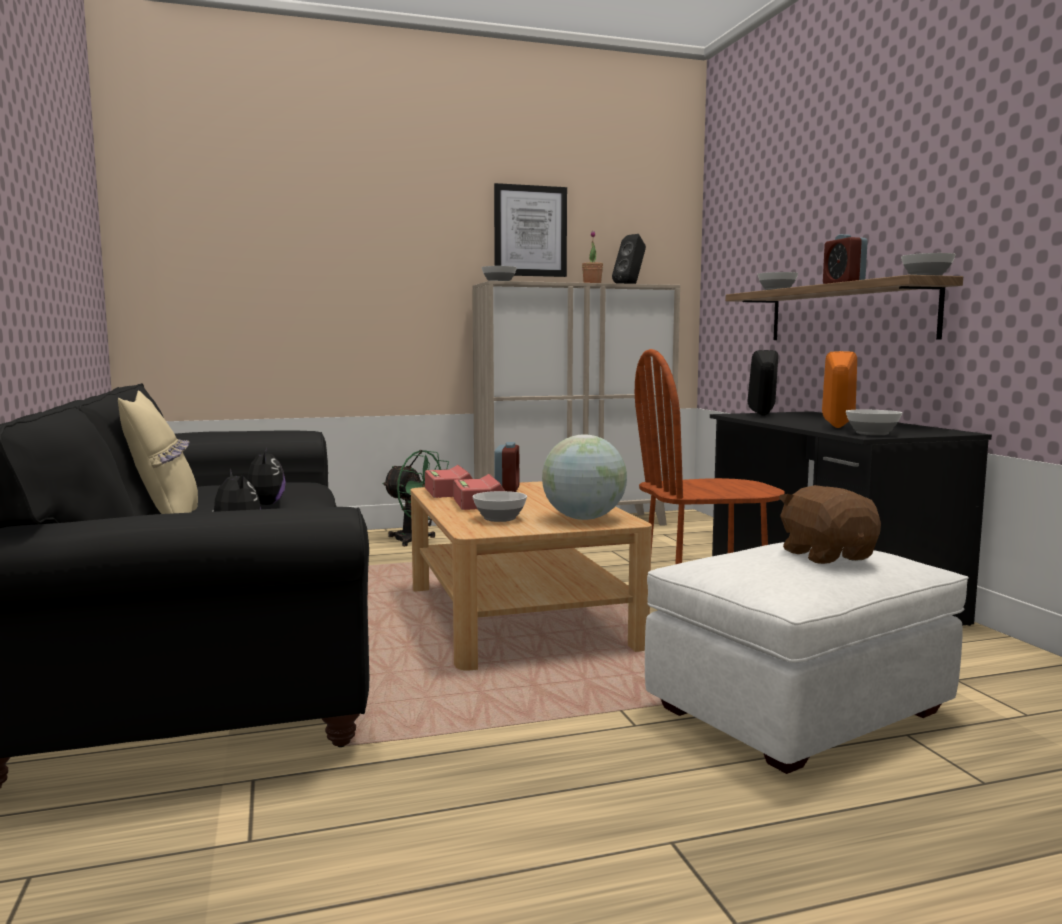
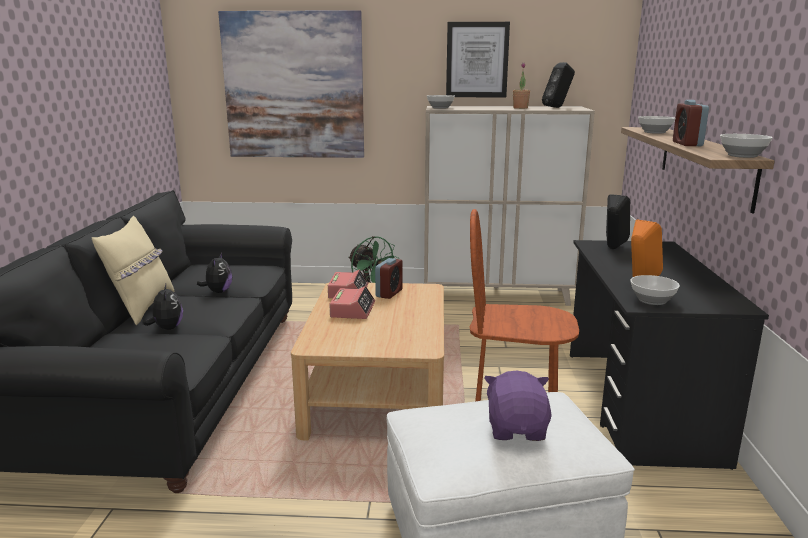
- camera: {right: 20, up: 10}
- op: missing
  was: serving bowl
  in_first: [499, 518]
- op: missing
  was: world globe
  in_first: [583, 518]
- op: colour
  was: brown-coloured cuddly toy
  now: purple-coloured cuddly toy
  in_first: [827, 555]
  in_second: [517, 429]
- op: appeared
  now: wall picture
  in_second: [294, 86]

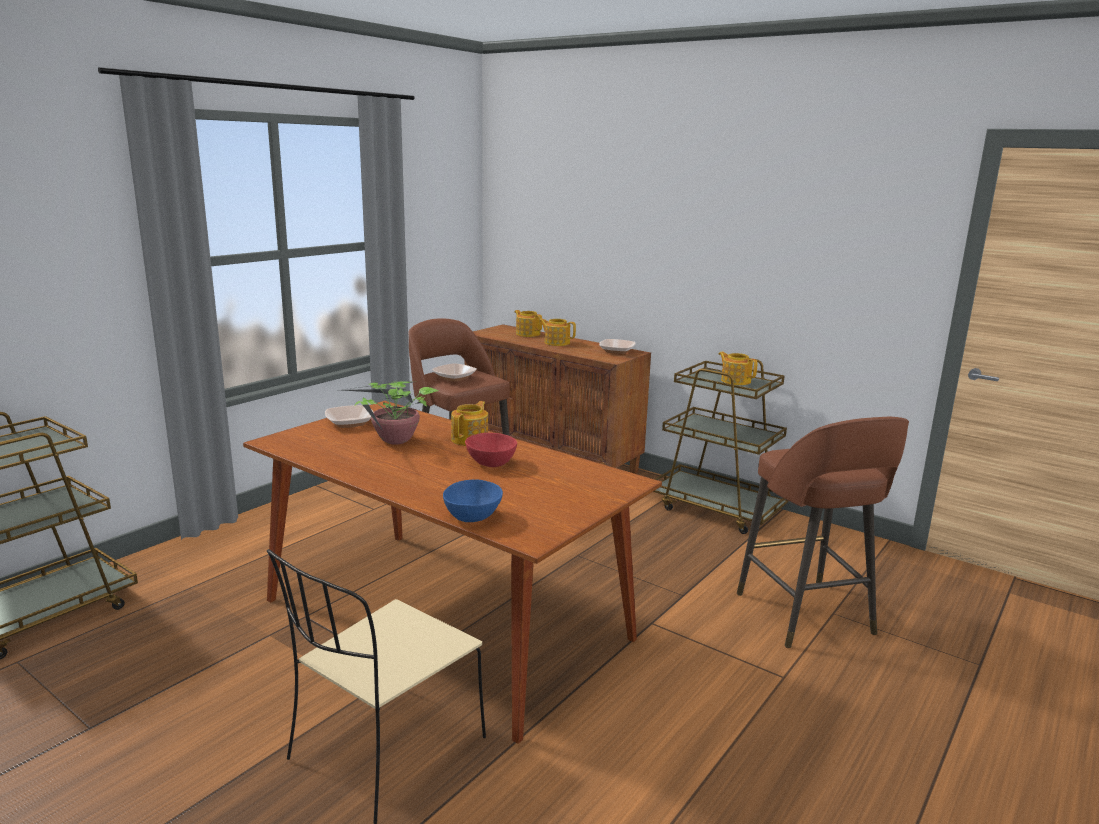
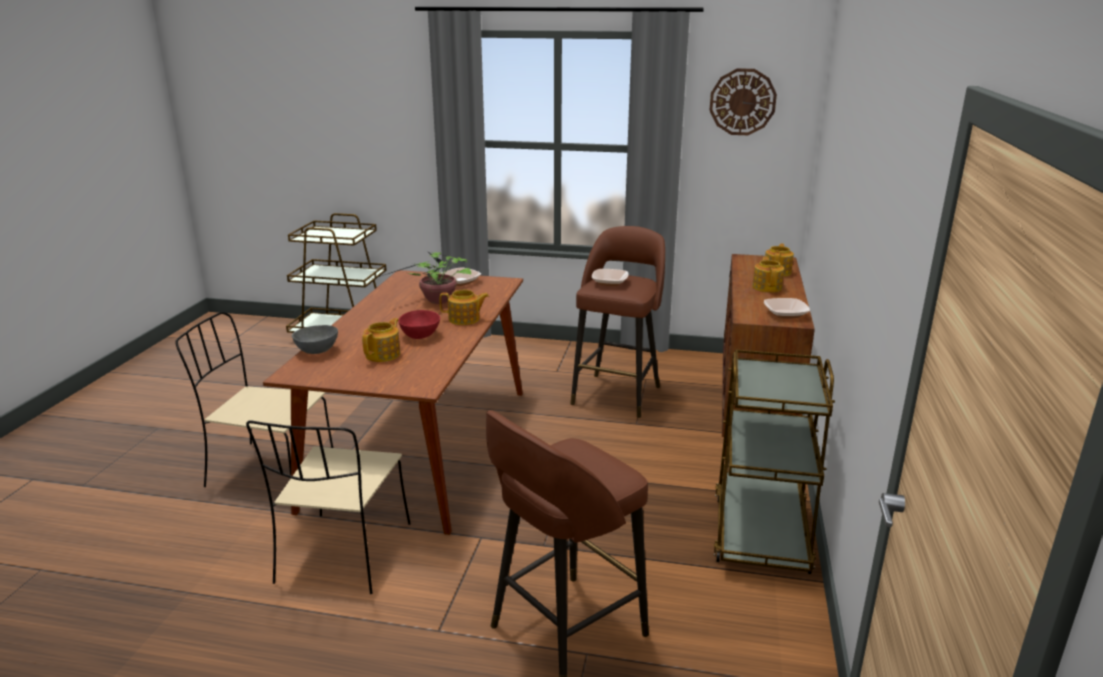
- camera: {right: 65, up: 5}
- op: colour
  was: bluish serving bowl
  now: greyish serving bowl
  in_first: [473, 517]
  in_second: [318, 351]
- op: relocated
  was: tea pot
  in_first: [735, 381]
  in_second: [384, 354]
- op: appeared
  now: beige upright chair
  in_second: [343, 555]
- op: appeared
  now: hanging clock
  in_second: [742, 102]

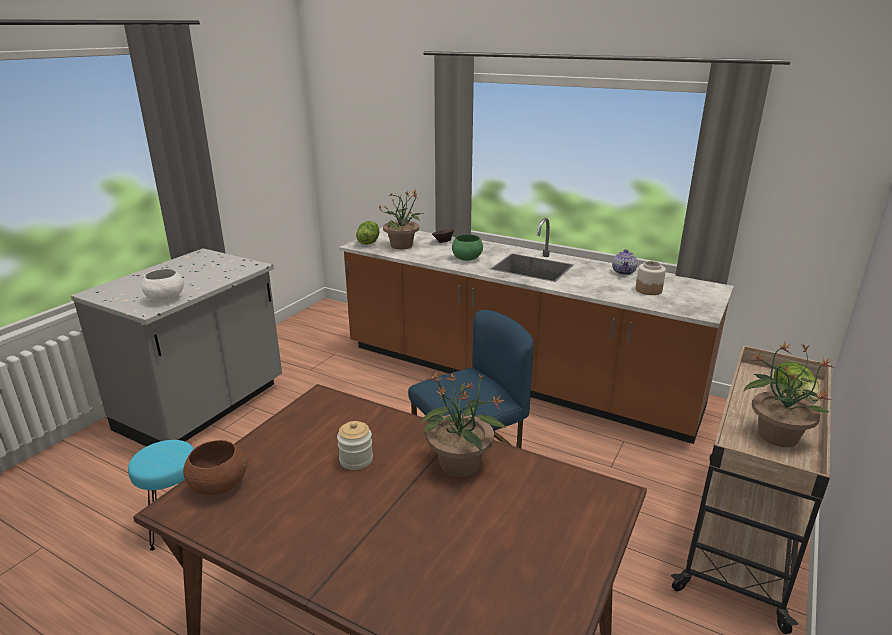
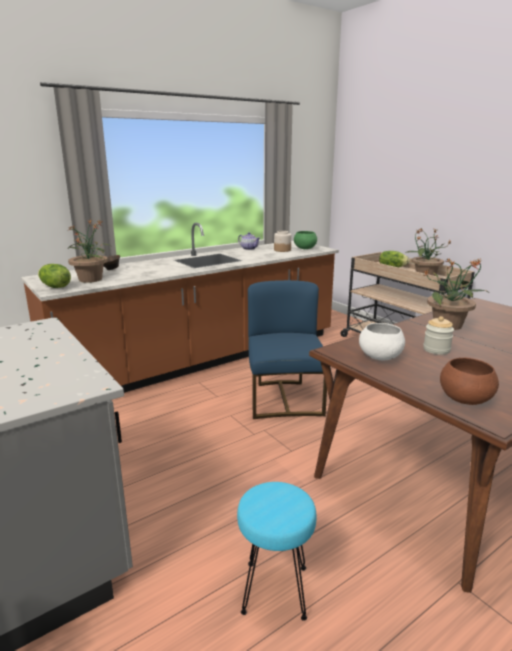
- camera: {right: -65, up: -5}
- op: relocated
  was: white-coloured serving bowl
  in_first: [165, 299]
  in_second: [380, 357]
- op: relocated
  was: greenish serving bowl
  in_first: [466, 259]
  in_second: [305, 248]

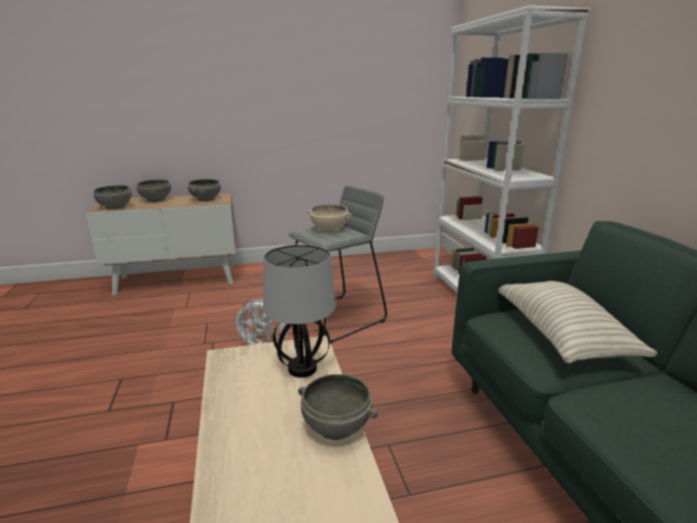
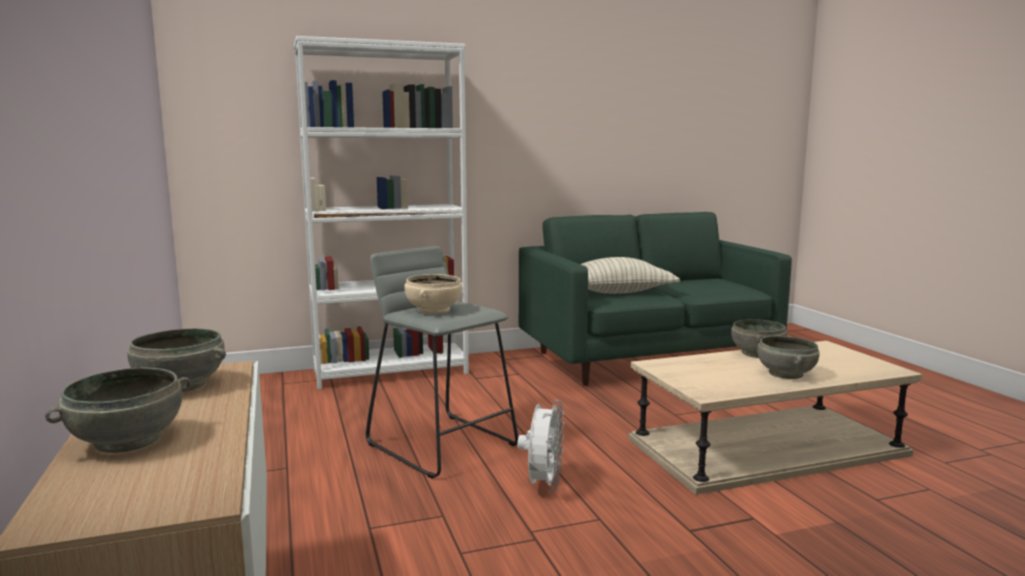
- camera: {right: -95, up: -10}
- op: relocated
  was: greyish serving bowl
  in_first: [116, 207]
  in_second: [785, 374]
- op: missing
  was: tabletop lamp
  in_first: [301, 368]

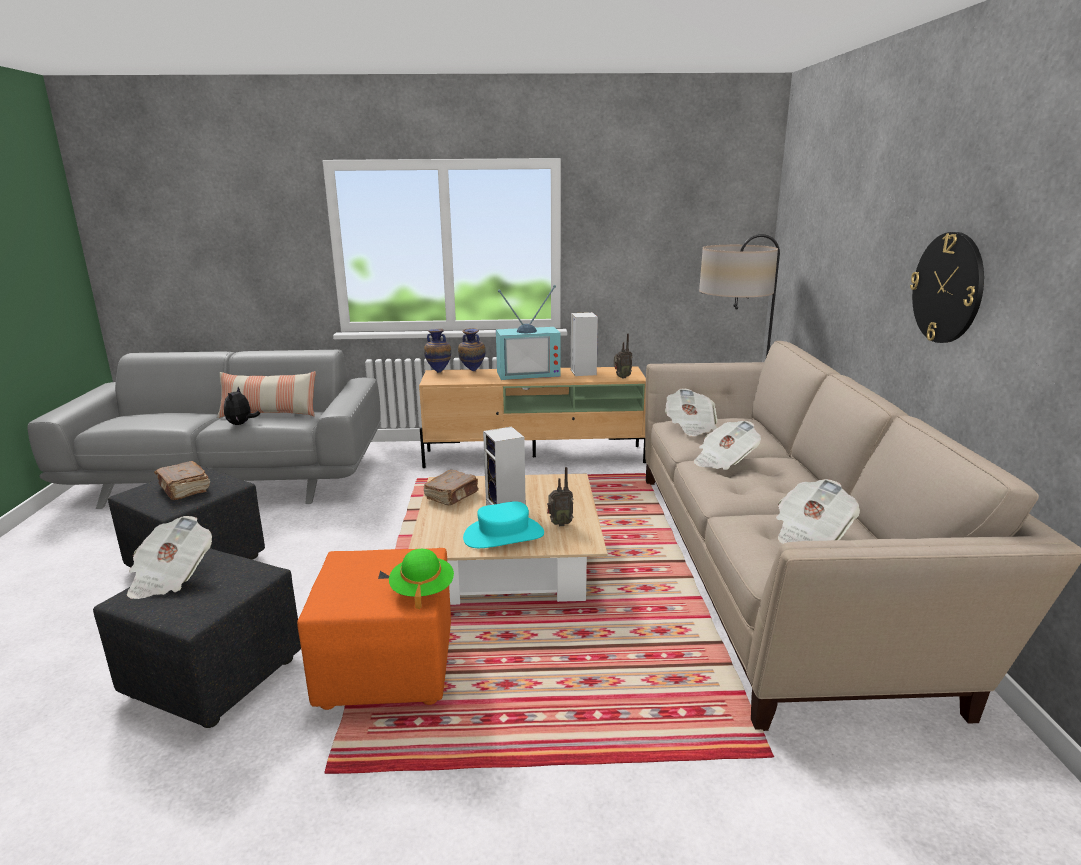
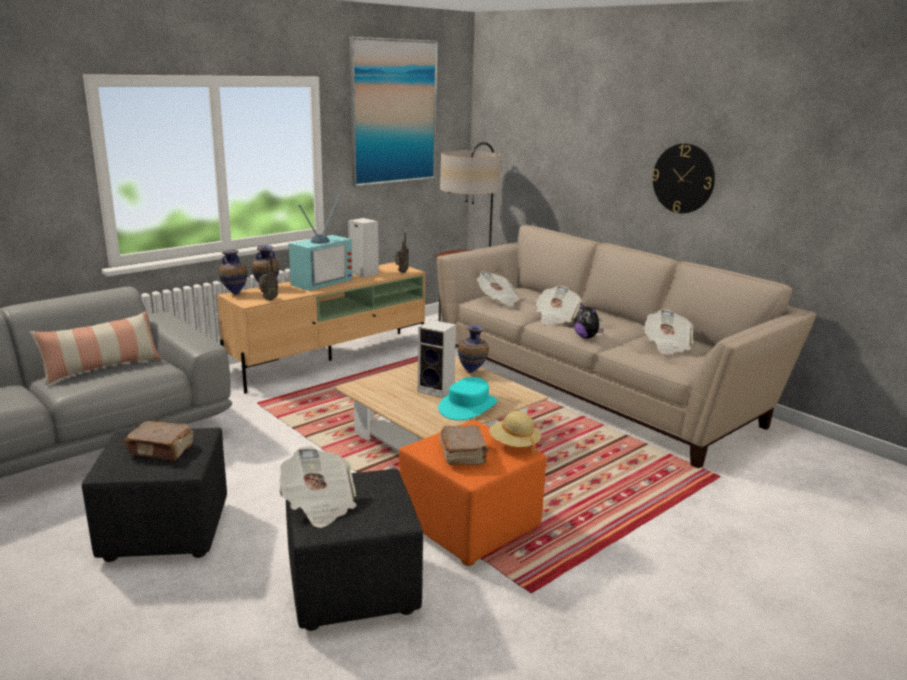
- camera: {right: -40, up: 0}
- op: relocated
  was: cuddly toy
  in_first: [241, 424]
  in_second: [586, 337]
- op: colour
  was: greenish clothing hat
  now: beige clothing hat
  in_first: [422, 590]
  in_second: [514, 445]
- op: relocated
  was: brown-coloured book
  in_first: [452, 496]
  in_second: [463, 454]
- op: relocated
  was: radio
  in_first: [559, 524]
  in_second: [268, 299]
- op: appeared
  now: wall picture
  in_second: [393, 112]
- op: appeared
  now: flower vase
  in_second: [472, 372]

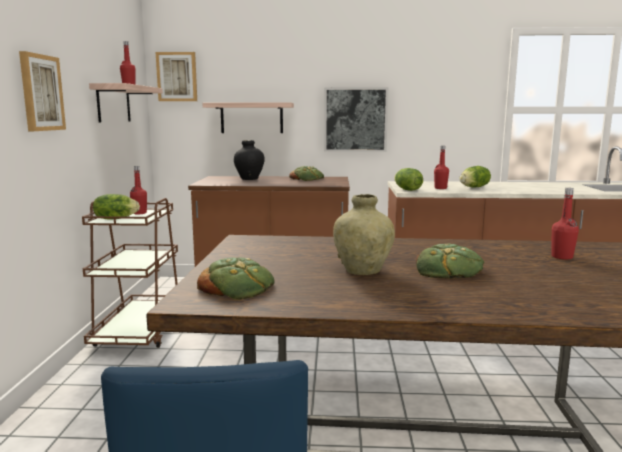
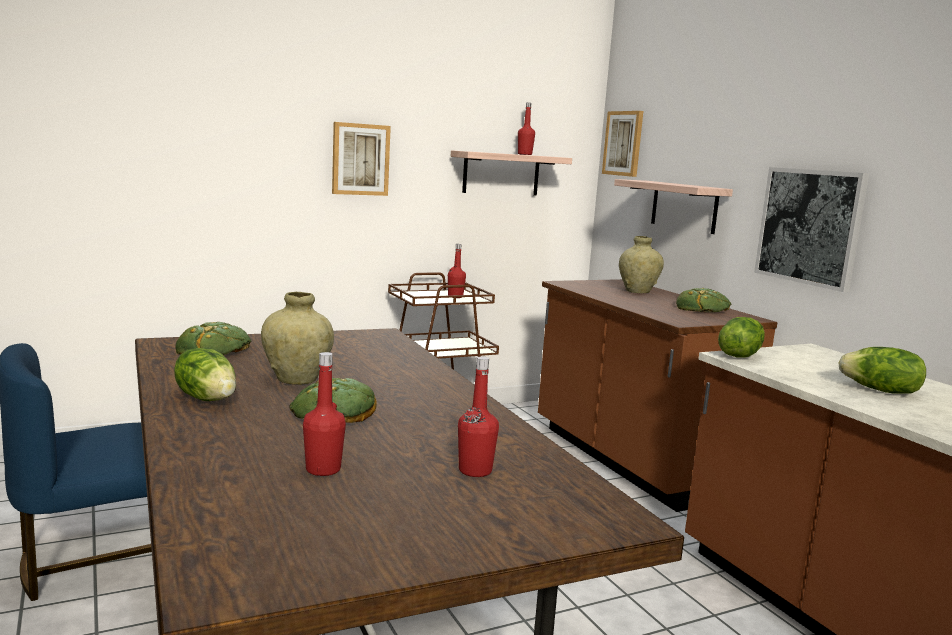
- camera: {right: 60, up: 0}
- op: relocated
  was: lettuce head
  in_first: [115, 219]
  in_second: [208, 398]
- op: colour
  was: black flower vase
  now: beige flower vase
  in_first: [249, 179]
  in_second: [638, 291]
- op: relocated
  was: red beverage bottle
  in_first: [440, 188]
  in_second: [323, 469]

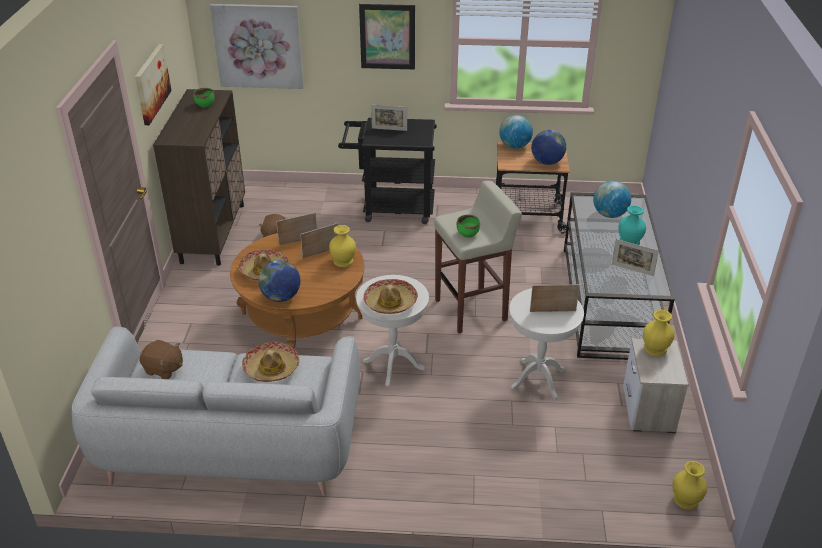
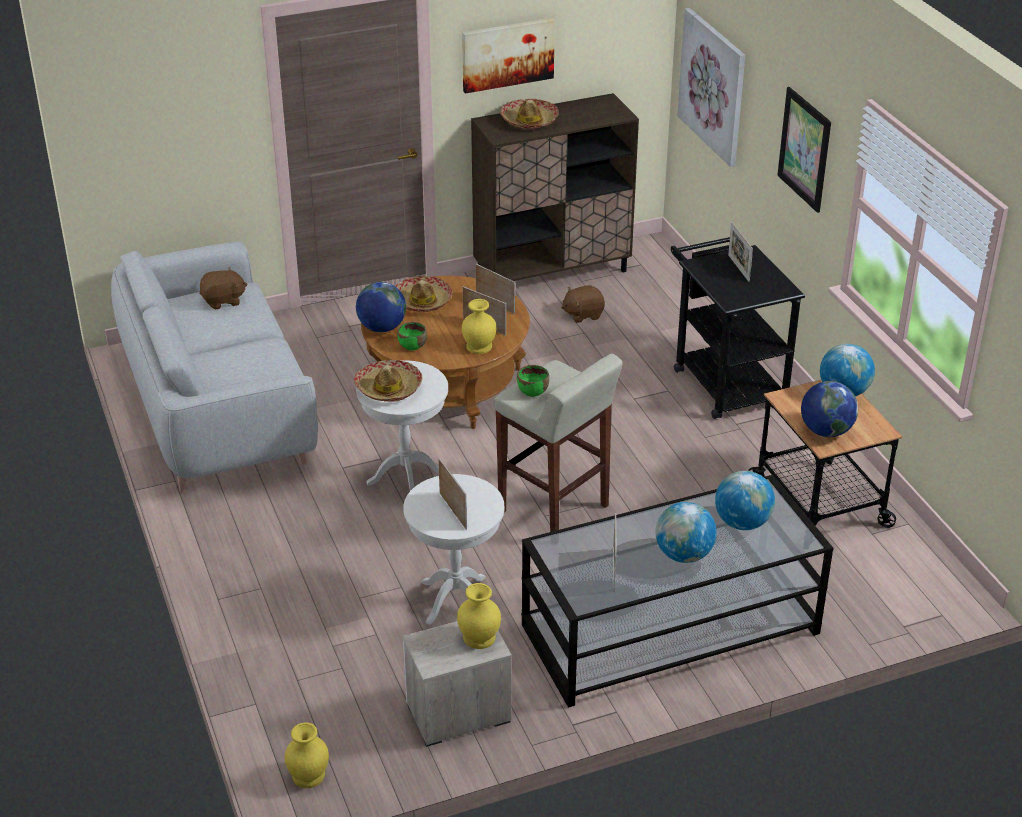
- camera: {right: 65, up: 0}
- op: spun
  was: brown-coloured cuddly toy
  in_first: [164, 369]
  in_second: [223, 301]
  clockwise: -105
- op: relocated
  was: greenish serving bowl
  in_first: [205, 104]
  in_second: [412, 346]
- op: relocated
  was: clothing hat
  in_first: [271, 368]
  in_second: [529, 121]
- op: exchanged
  was: turquoise flower vase
  now: world globe
  in_first: [630, 242]
  in_second: [684, 555]

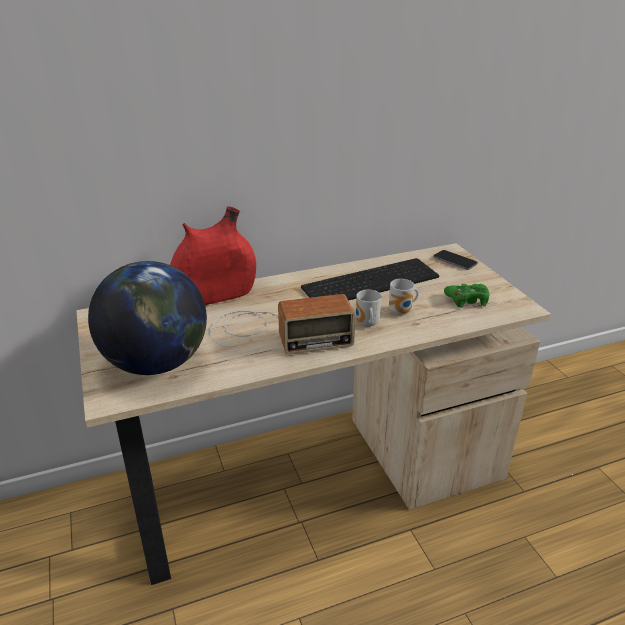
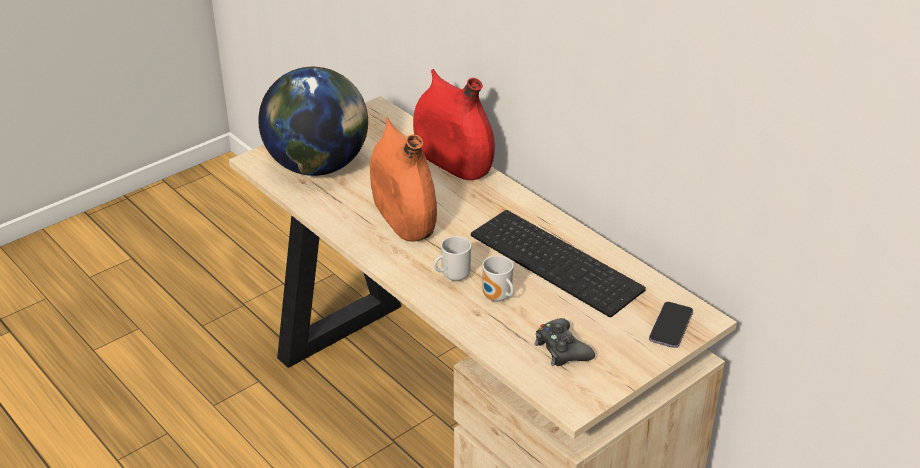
- camera: {right: 70, up: 5}
- op: exchanged
  was: radio
  now: orange flower vase
  in_first: [275, 332]
  in_second: [403, 218]
- op: colour
  was: greenish joypad
  now: black joypad
  in_first: [467, 300]
  in_second: [562, 349]

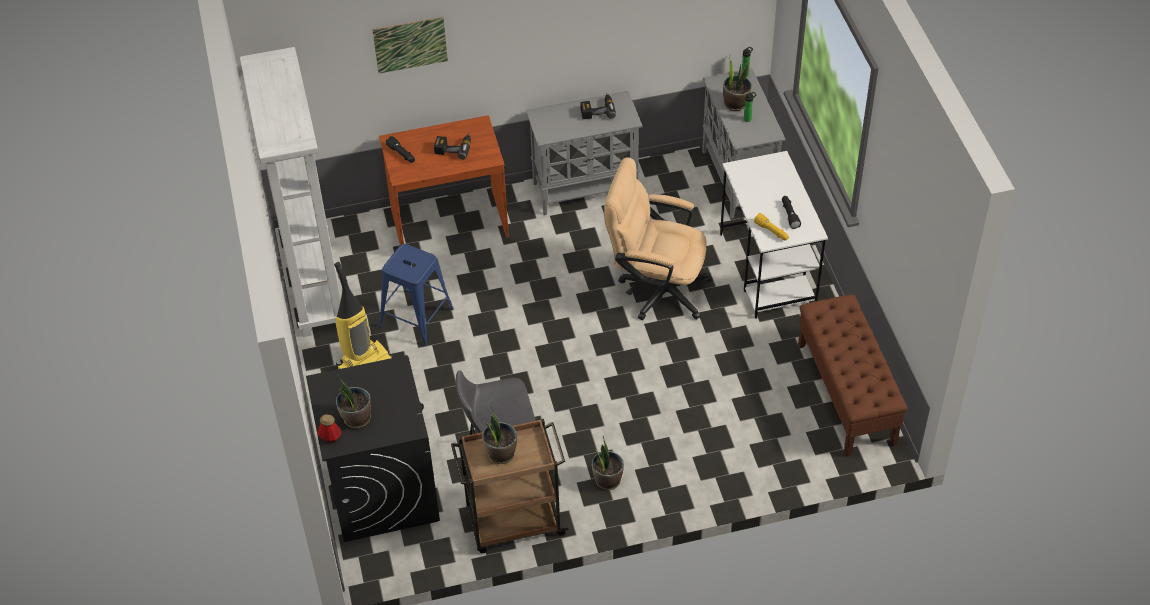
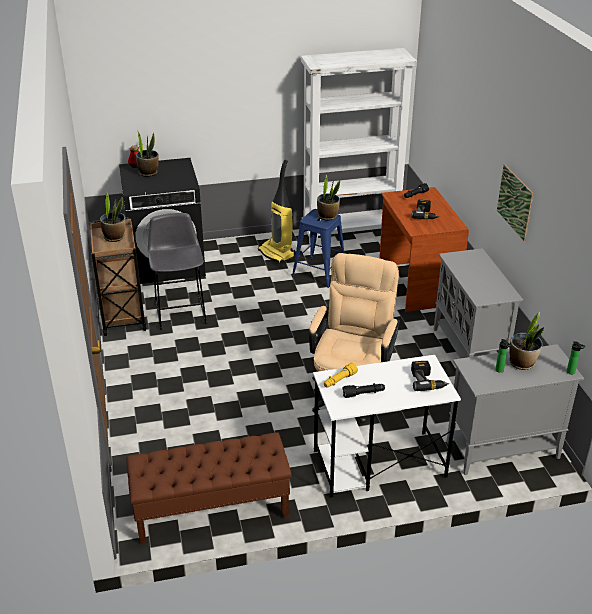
- camera: {right: 90, up: -15}
- op: relocated
  was: wall picture
  in_first: [410, 44]
  in_second: [515, 202]
- op: relocated
  was: drill
  in_first: [597, 110]
  in_second: [427, 381]
- op: relocated
  was: houseplant
  in_first: [607, 480]
  in_second: [327, 216]

